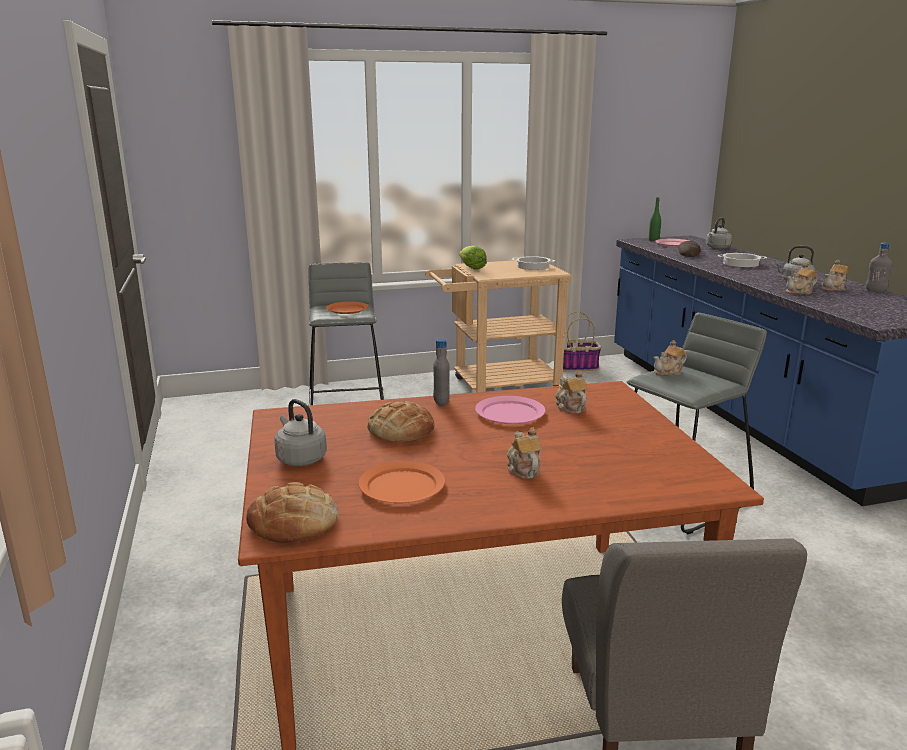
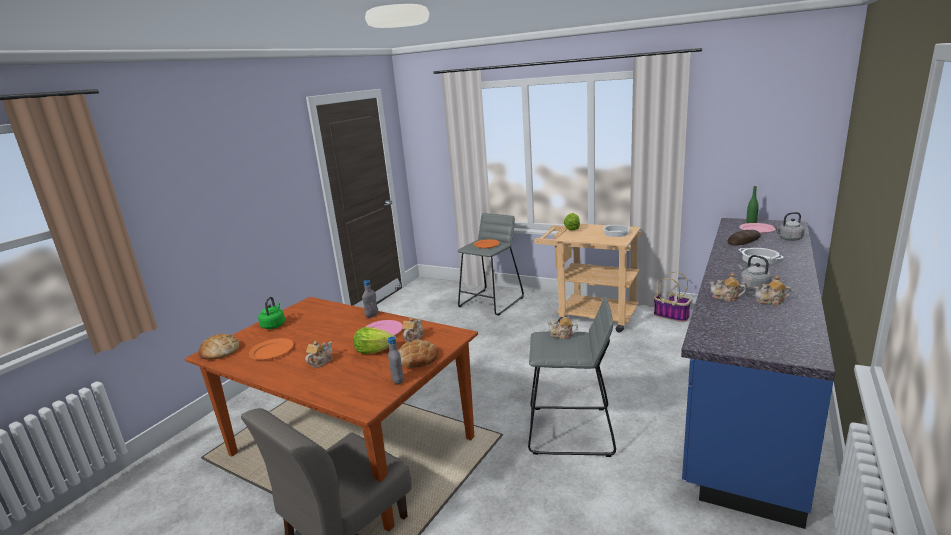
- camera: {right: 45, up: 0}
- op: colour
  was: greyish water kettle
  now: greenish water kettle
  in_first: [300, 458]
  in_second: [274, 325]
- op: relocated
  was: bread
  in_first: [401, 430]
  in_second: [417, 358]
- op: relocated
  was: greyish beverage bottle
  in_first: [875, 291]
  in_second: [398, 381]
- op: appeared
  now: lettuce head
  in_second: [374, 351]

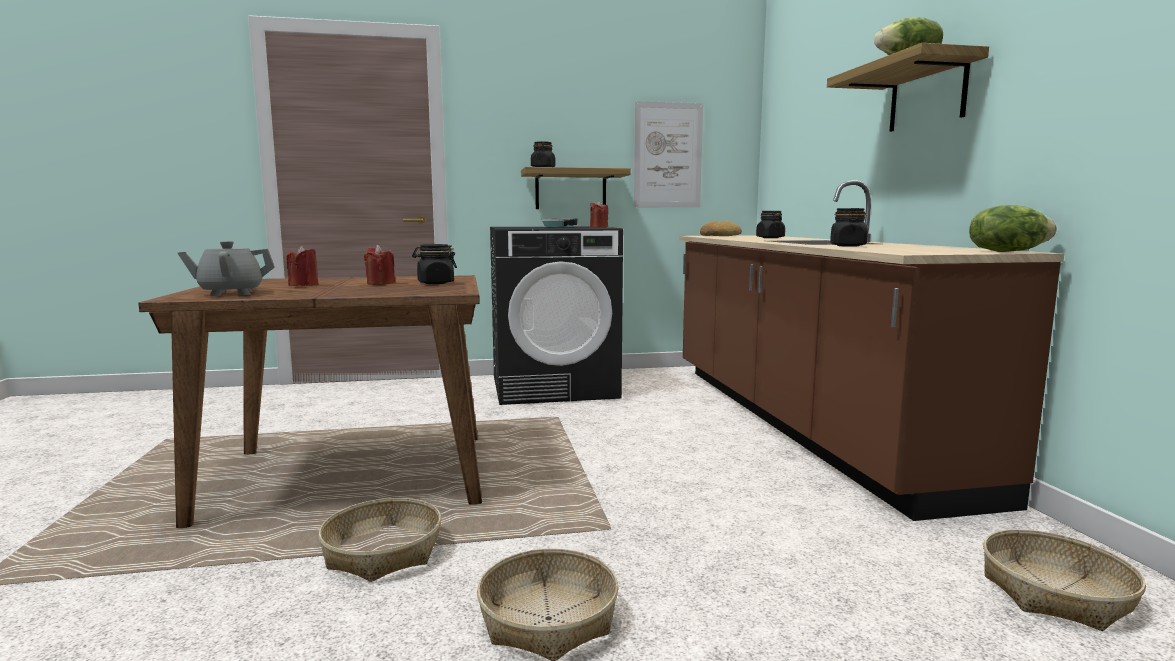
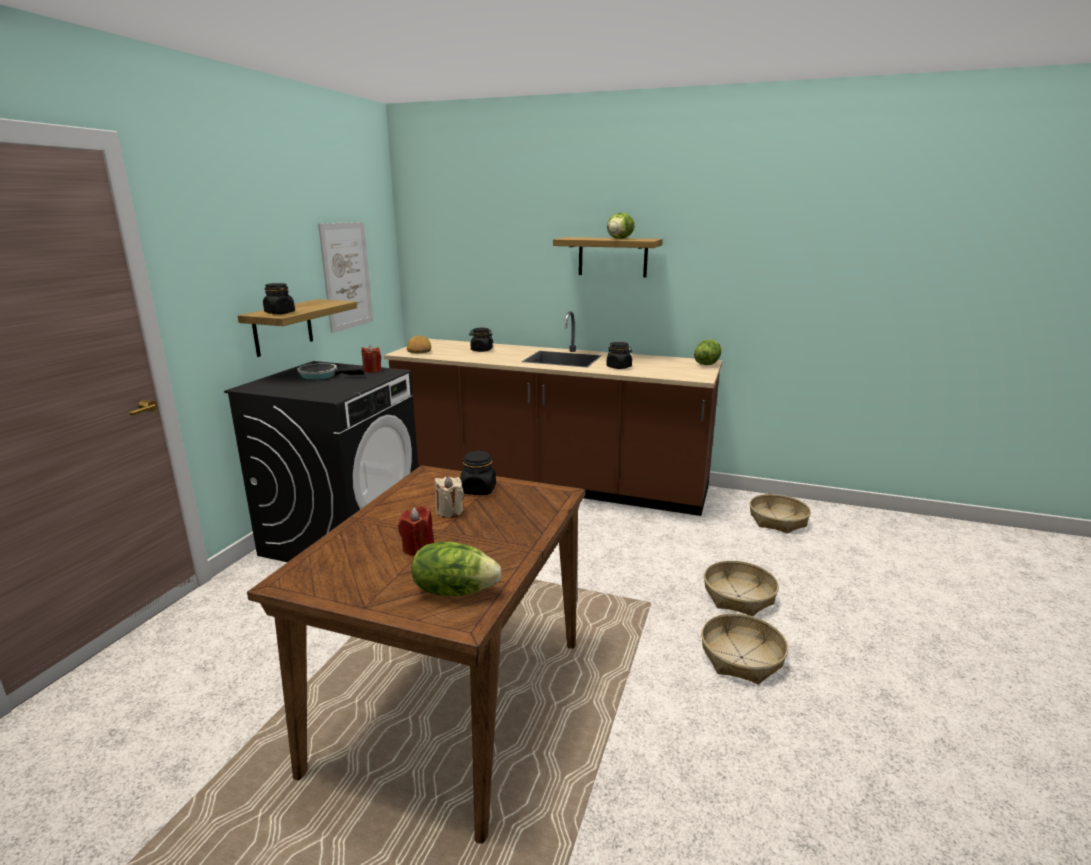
- camera: {right: -60, up: 10}
- op: exchanged
  was: greyish tea pot
  now: lettuce head
  in_first: [230, 293]
  in_second: [454, 590]
- op: relocated
  was: household basket
  in_first: [383, 552]
  in_second: [738, 596]
- op: colour
  was: red wax light
  now: beige wax light
  in_first: [380, 283]
  in_second: [449, 511]

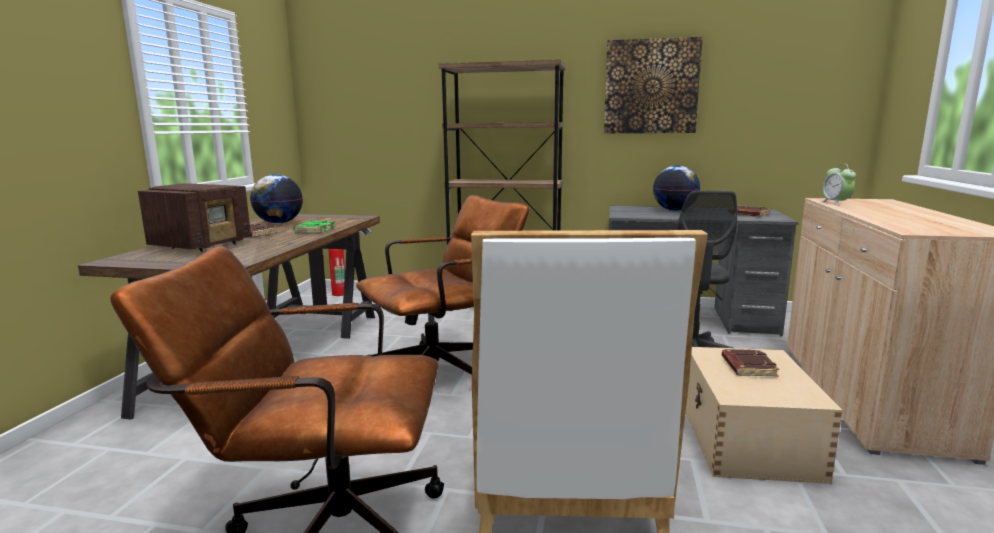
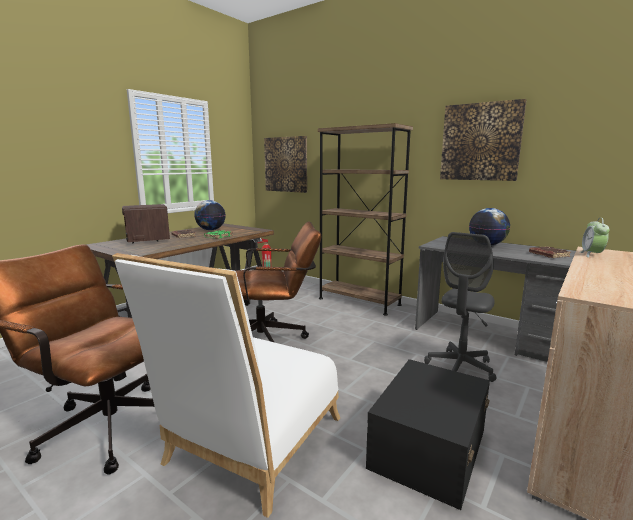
- camera: {right: 25, up: 0}
- op: spun
  was: radio
  in_first: [203, 245]
  in_second: [148, 240]
  clockwise: 105
- op: colour
  was: beige storage container
  now: black storage container
  in_first: [747, 440]
  in_second: [427, 449]
- op: missing
  was: brown-coloured book
  in_first: [747, 367]
- op: appeared
  now: wall picture
  in_second: [286, 164]

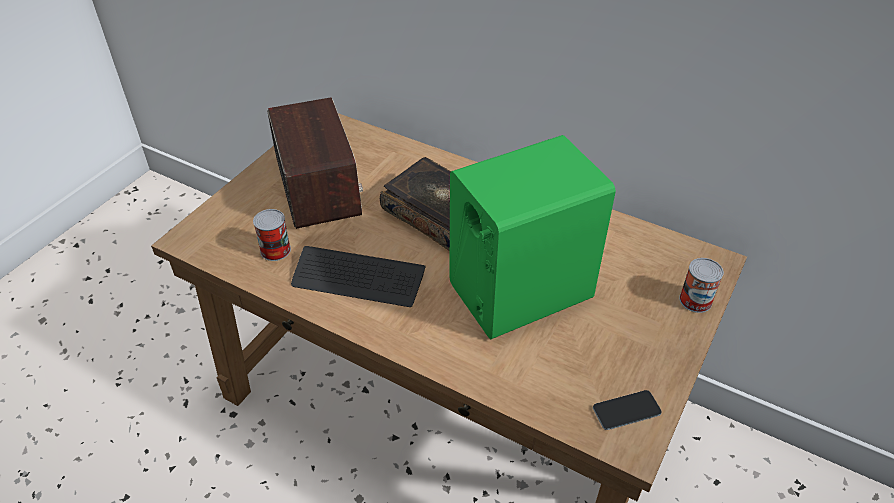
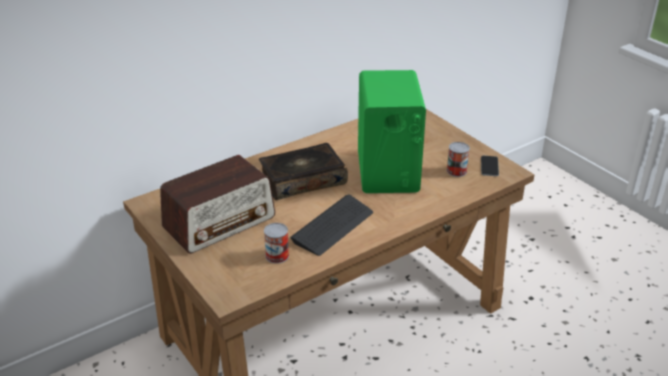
- camera: {right: -65, up: -10}
- op: spun
  was: radio
  in_first: [317, 184]
  in_second: [220, 222]
  clockwise: 135
- op: relocated
  was: metal can
  in_first: [695, 300]
  in_second: [456, 171]

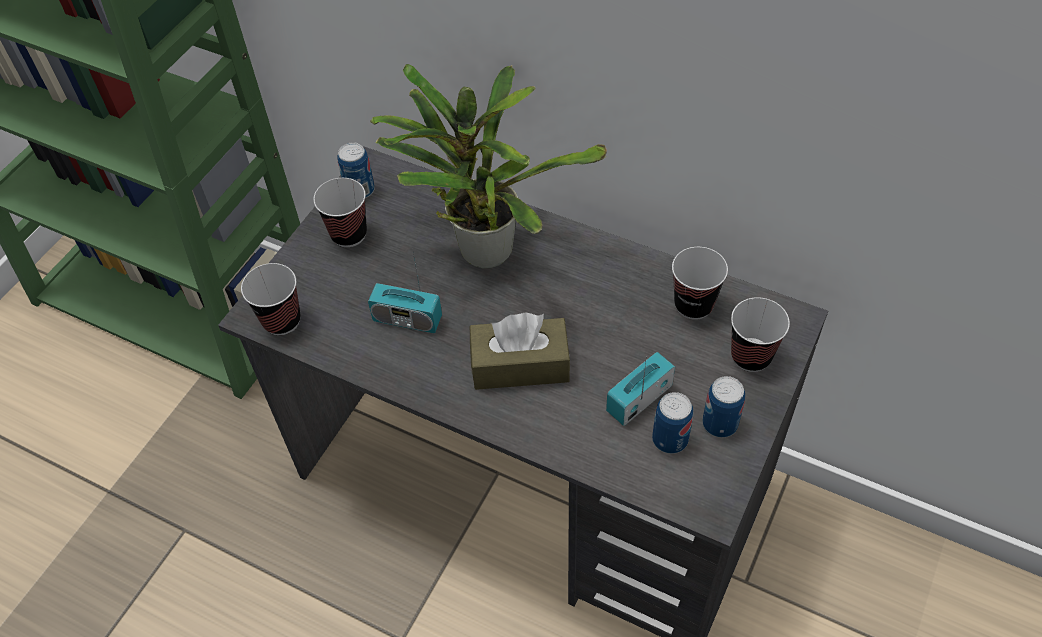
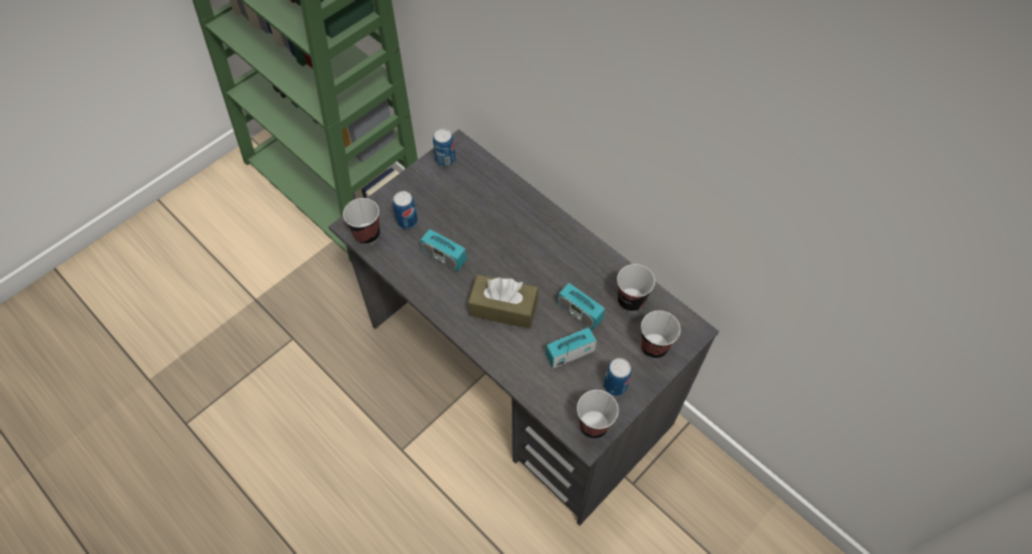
- camera: {right: 15, up: 5}
- op: relocated
  was: cup
  in_first: [348, 234]
  in_second: [593, 425]
- op: missing
  was: houseplant
  in_first: [482, 246]
- op: relocated
  was: metal can
  in_first: [670, 439]
  in_second: [407, 221]
- op: appeared
  now: radio
  in_second: [579, 312]

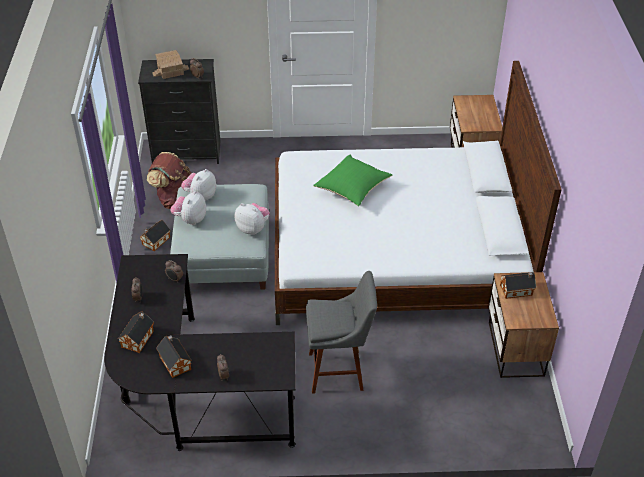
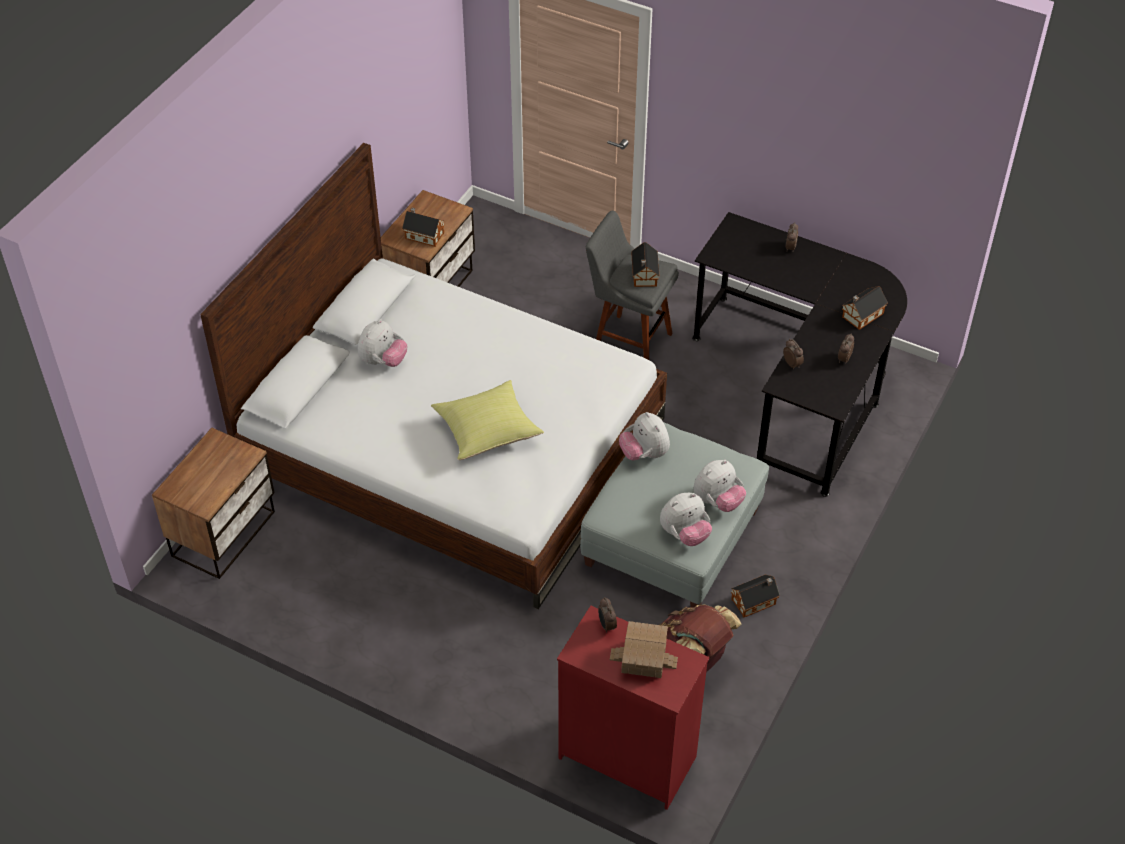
- camera: {right: -150, up: 5}
- op: colour
  was: black dresser
  now: red dresser
  in_first: [186, 153]
  in_second: [628, 756]
- op: relocated
  was: miniature house
  in_first: [175, 362]
  in_second: [644, 275]
- op: colour
  was: greenish throw pillow
  now: yellow throw pillow
  in_first: [352, 190]
  in_second: [487, 431]
- op: appeared
  now: cuddly toy
  in_second: [383, 361]

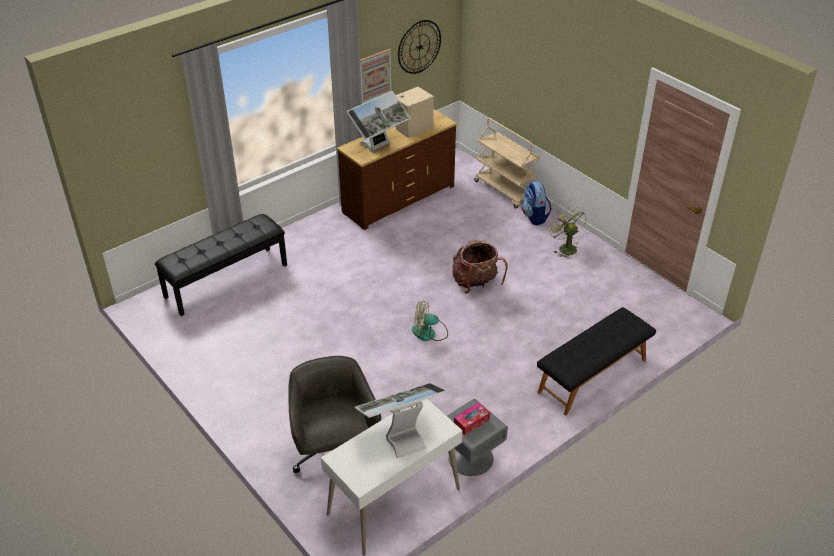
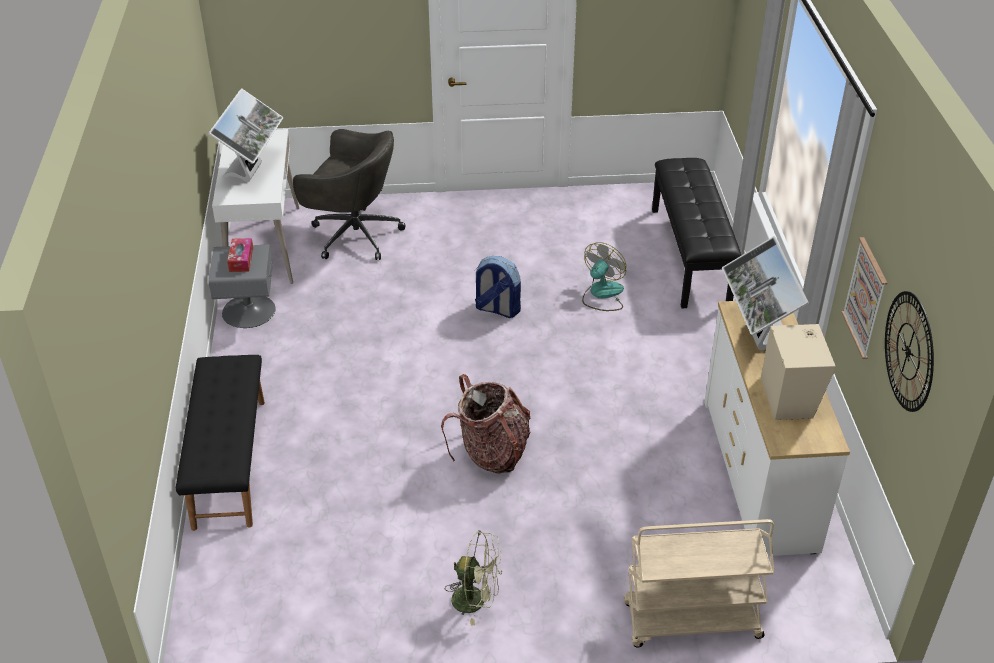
- camera: {right: 125, up: 0}
- op: colour
  was: brown-coloured dresser
  now: white-coloured dresser
  in_first: [398, 199]
  in_second: [759, 473]
- op: relocated
  was: fan
  in_first: [429, 333]
  in_second: [602, 294]
- op: relocated
  was: rucksack
  in_first: [535, 217]
  in_second: [497, 309]

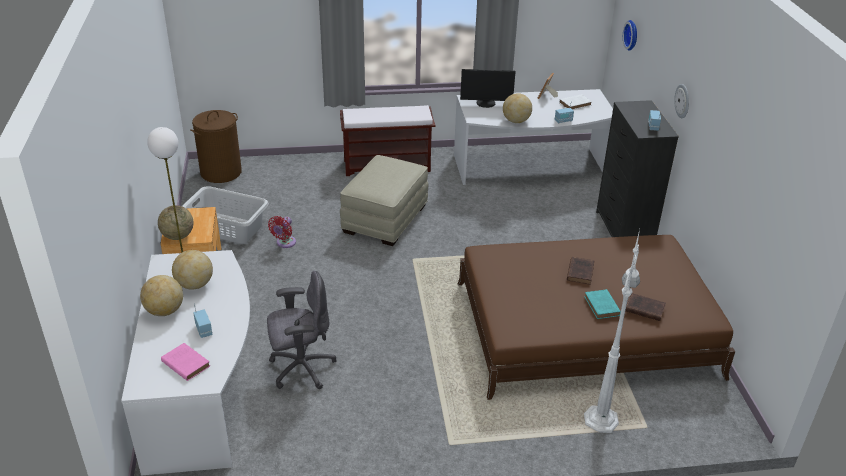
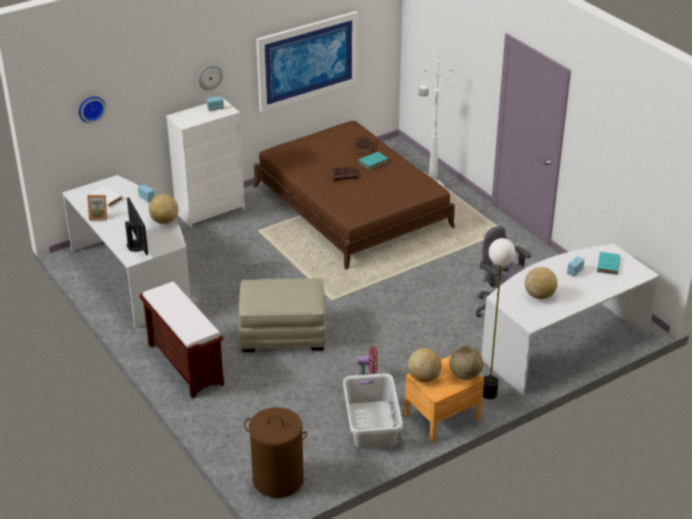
- camera: {right: -115, up: 0}
- op: relocated
  was: world globe
  in_first: [165, 311]
  in_second: [424, 377]
- op: colour
  was: pink book
  now: turquoise book
  in_first: [185, 363]
  in_second: [608, 265]
- op: colour
  was: black dresser
  now: white-coloured dresser
  in_first: [624, 231]
  in_second: [211, 210]
- op: appeared
  now: wall picture
  in_second: [307, 60]

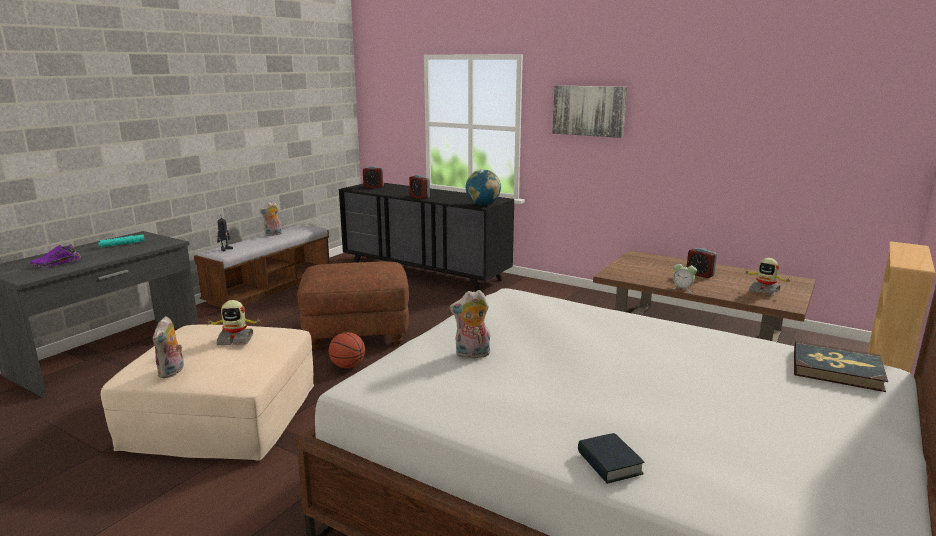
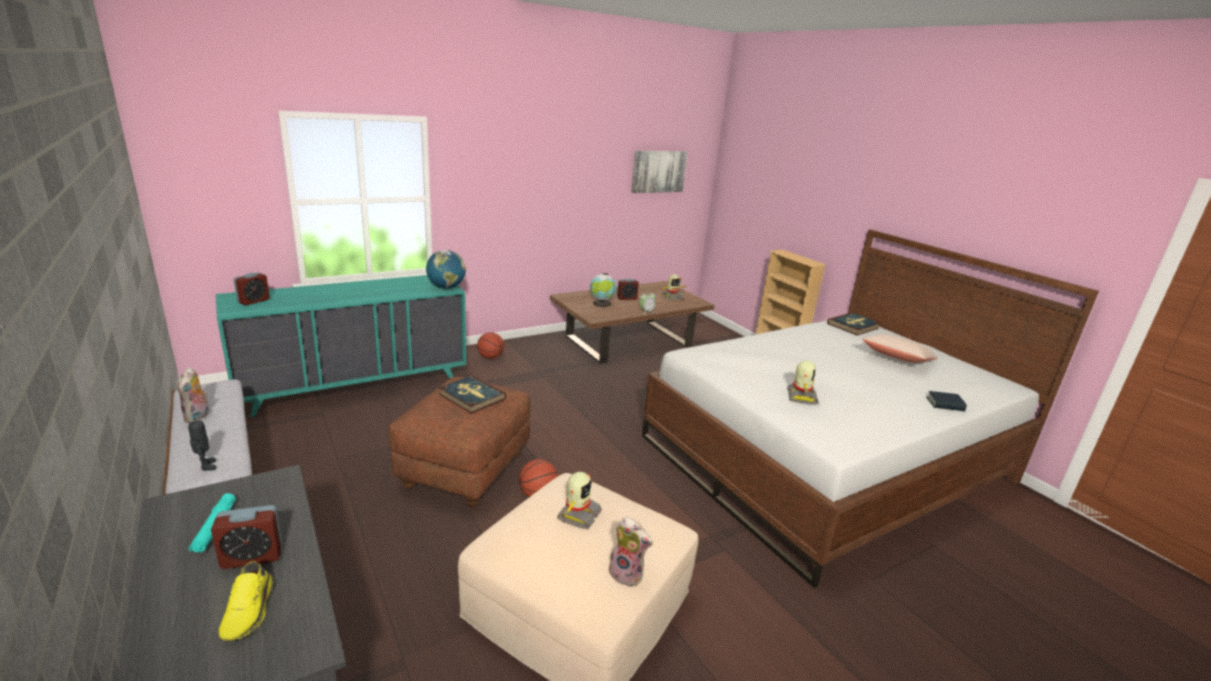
- camera: {right: -65, up: 5}
- op: colour
  was: purple-coloured shoe
  now: yellow shoe
  in_first: [57, 264]
  in_second: [250, 610]
- op: colour
  was: black dresser
  now: turquoise dresser
  in_first: [425, 273]
  in_second: [356, 385]
- op: relocated
  was: table clock
  in_first: [419, 197]
  in_second: [252, 557]
- op: exchanged
  was: cuddly toy
  now: model robot
  in_first: [472, 355]
  in_second: [801, 397]
- op: relocated
  was: wall picture
  in_first: [589, 110]
  in_second: [658, 171]
- op: appeared
  now: book
  in_second: [472, 396]
- op: appeared
  now: basketball
  in_second: [490, 357]
- op: appeared
  now: world globe
  in_second: [601, 304]
- op: appeared
  now: beige throw pillow
  in_second: [896, 359]

